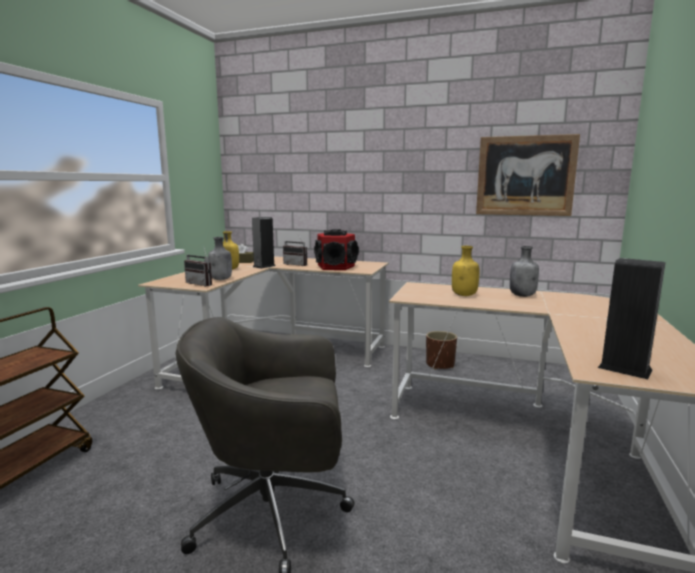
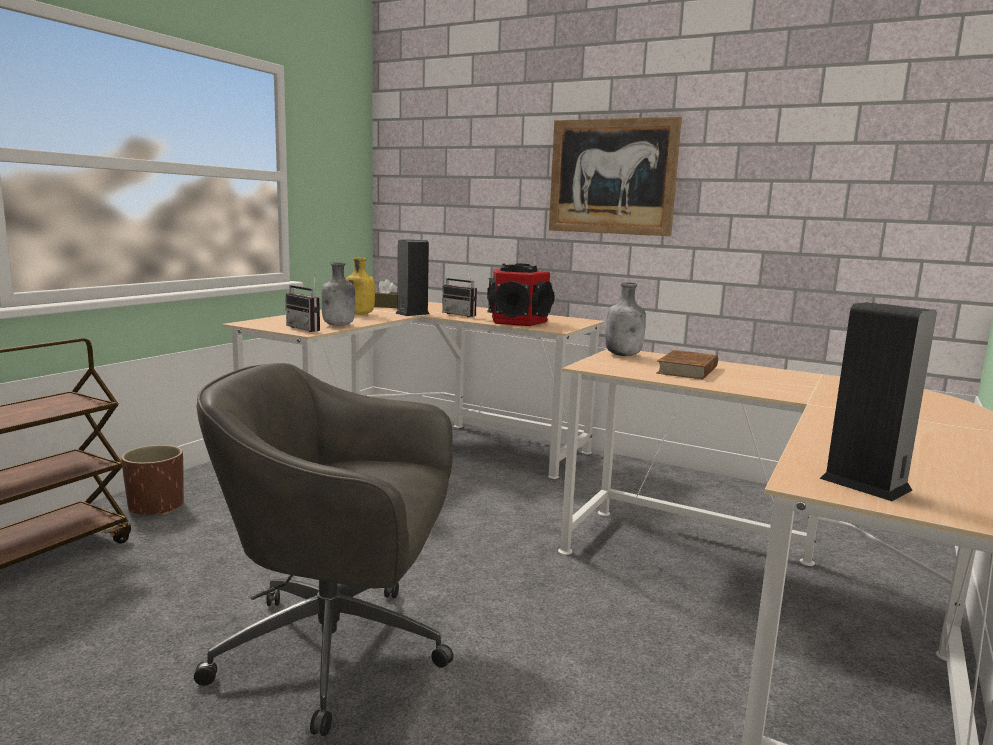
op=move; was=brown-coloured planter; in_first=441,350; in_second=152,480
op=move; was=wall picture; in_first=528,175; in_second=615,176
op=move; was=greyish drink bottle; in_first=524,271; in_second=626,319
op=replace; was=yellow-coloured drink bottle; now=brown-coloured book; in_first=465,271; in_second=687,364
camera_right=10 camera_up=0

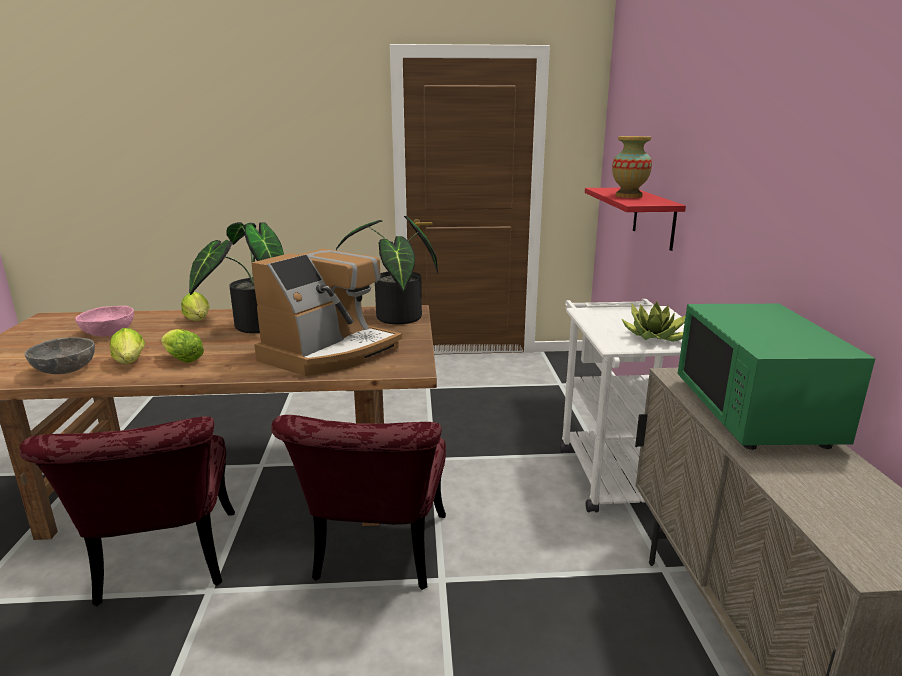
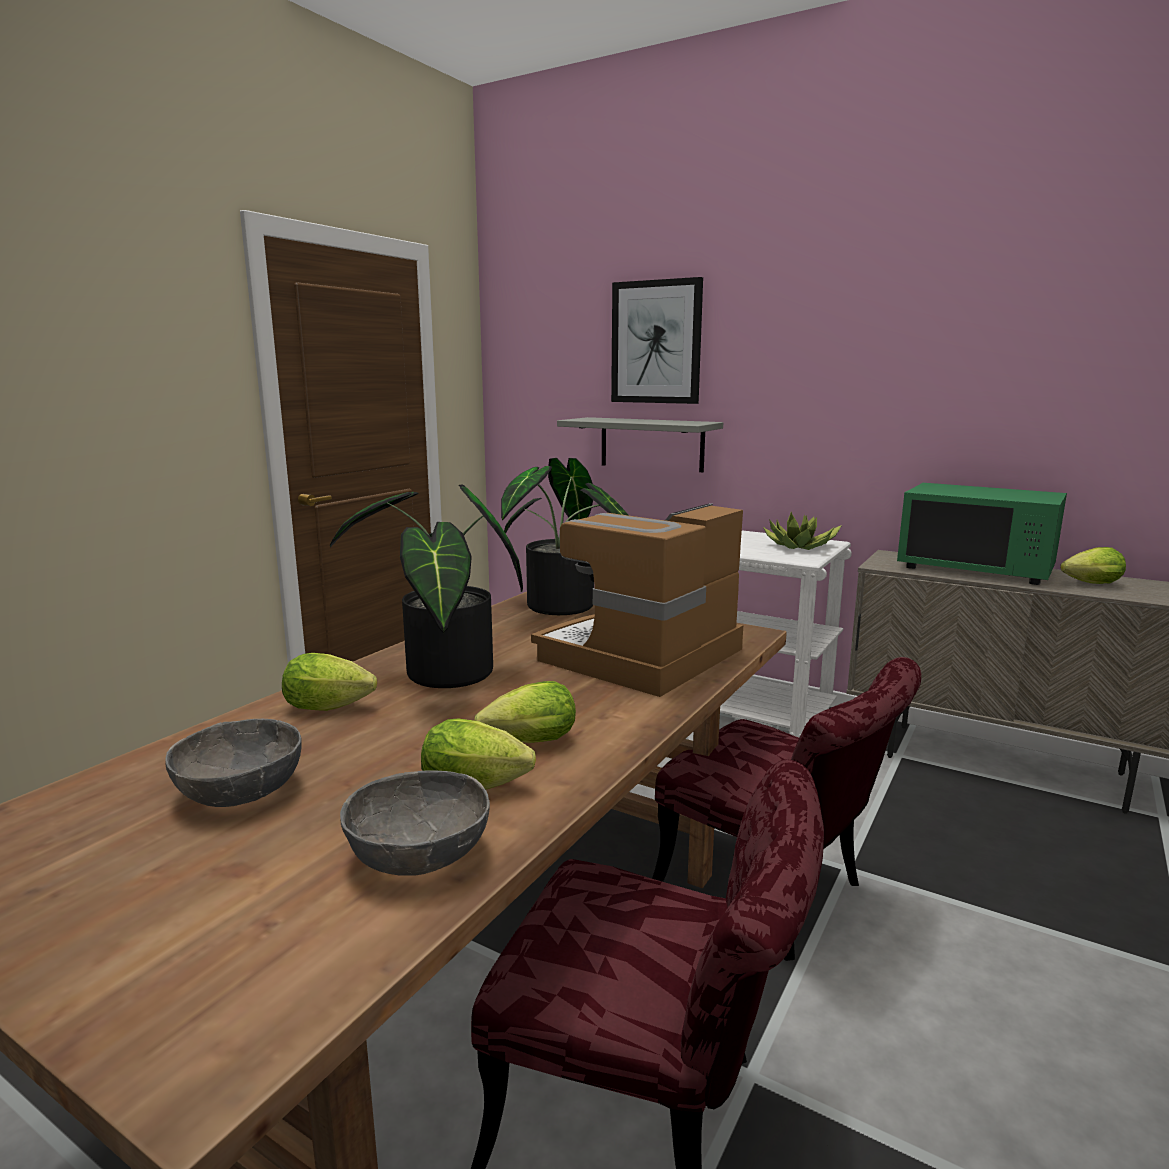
op=recolor; was=pinkish bowl; now=greyish bowl; in_first=104,321; in_second=233,763
op=rotate; was=coffee brewer; in_first=327,312; in_second=637,600; clockwise=-120
op=recolor; was=red shelf; now=greyish shelf; in_first=635,219; in_second=640,444
op=insert; now=wall picture; in_second=657,340
op=insert; now=lettuce; in_second=1093,565
op=delete; was=decorative vase; in_first=632,167
camera_right=-55 camera_up=-5

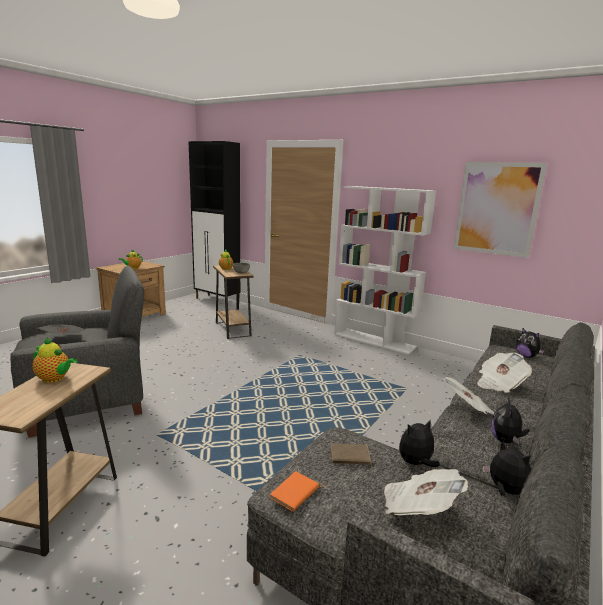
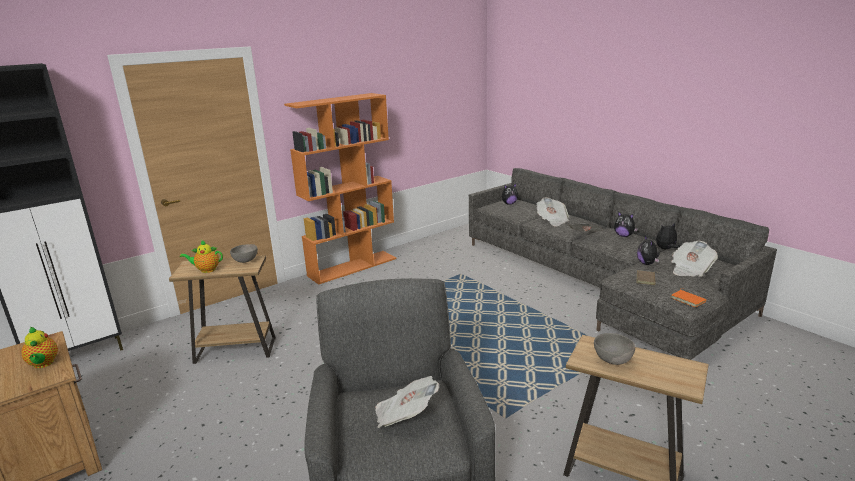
op=recolor; was=whitish bookcase; now=orangey bookcase; in_first=385,270; in_second=340,189
op=replace; was=tea pot; now=greyish bowl; in_first=54,360; in_second=614,349
op=delete; was=wall picture; in_first=500,210
camera_right=-70 camera_up=5

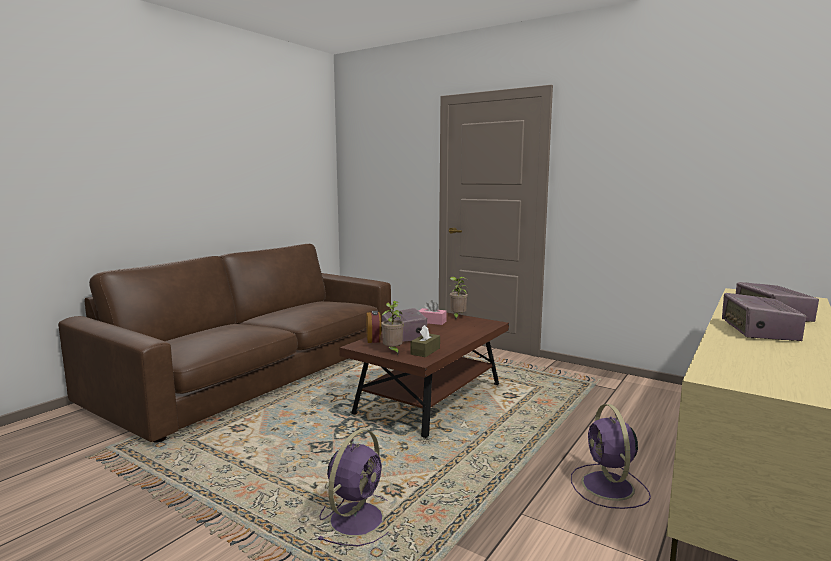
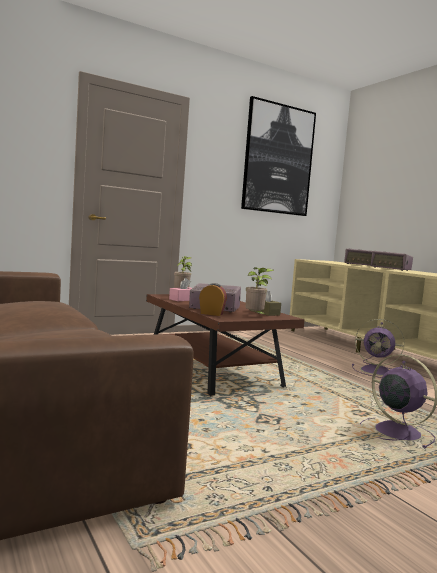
op=insert; now=wall picture; in_second=278,156
camera_right=-65 camera_up=-5

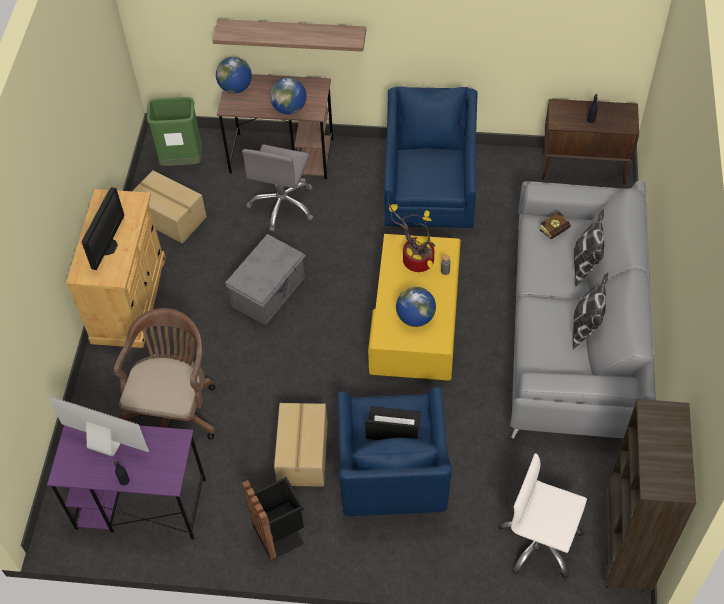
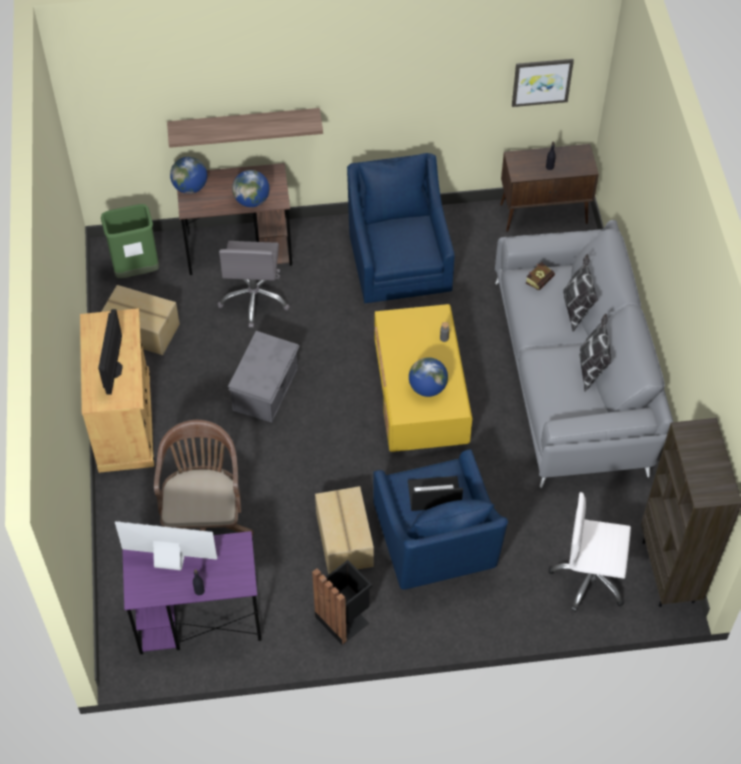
op=insert; now=wall picture; in_second=543,83
op=delete; was=plant in a pot; in_first=412,233
camera_right=-15 camera_up=0

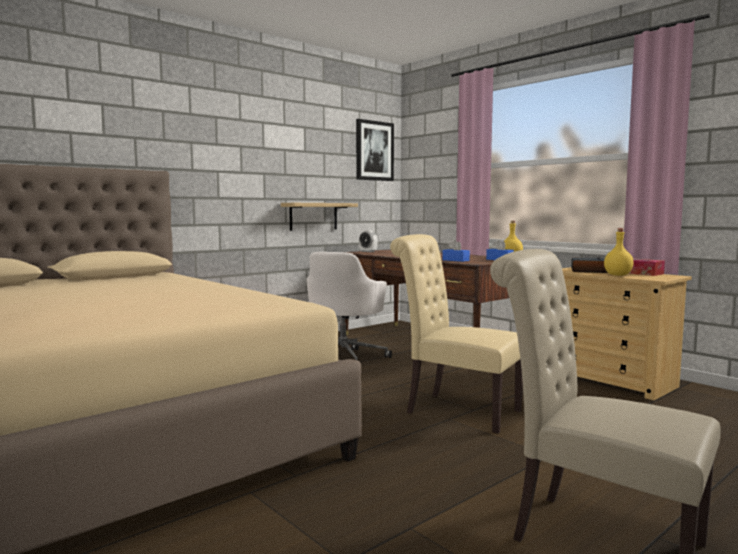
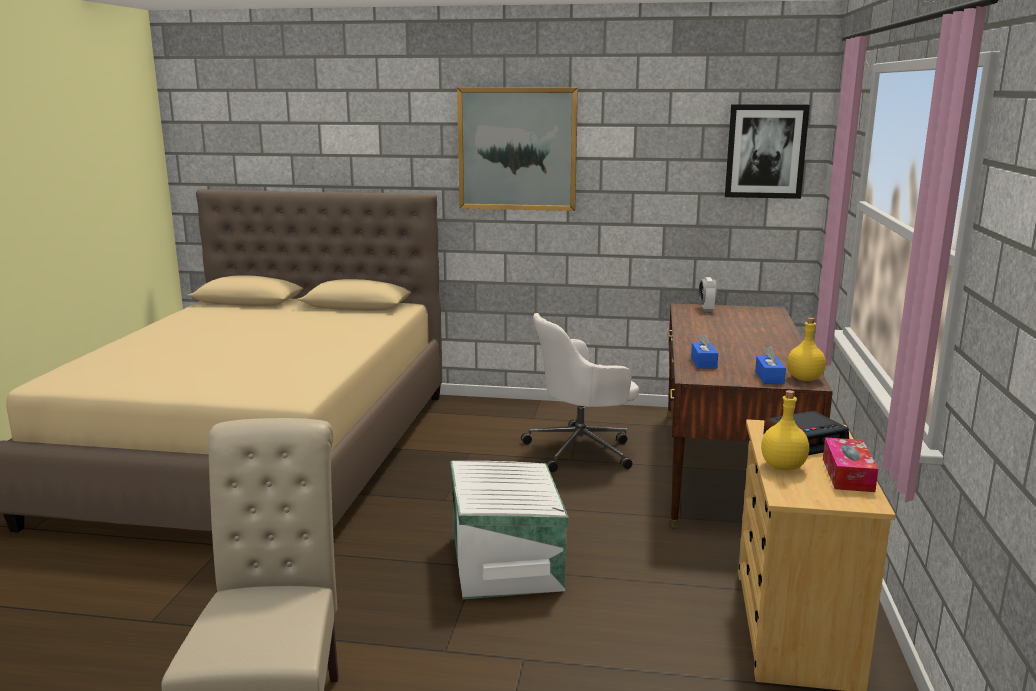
op=replace; was=beige chair; now=whitish storage container; in_first=456,334; in_second=510,530
op=insert; now=wall picture; in_second=517,149
op=delete; was=shelf; in_first=319,217
camera_right=50 camera_up=10

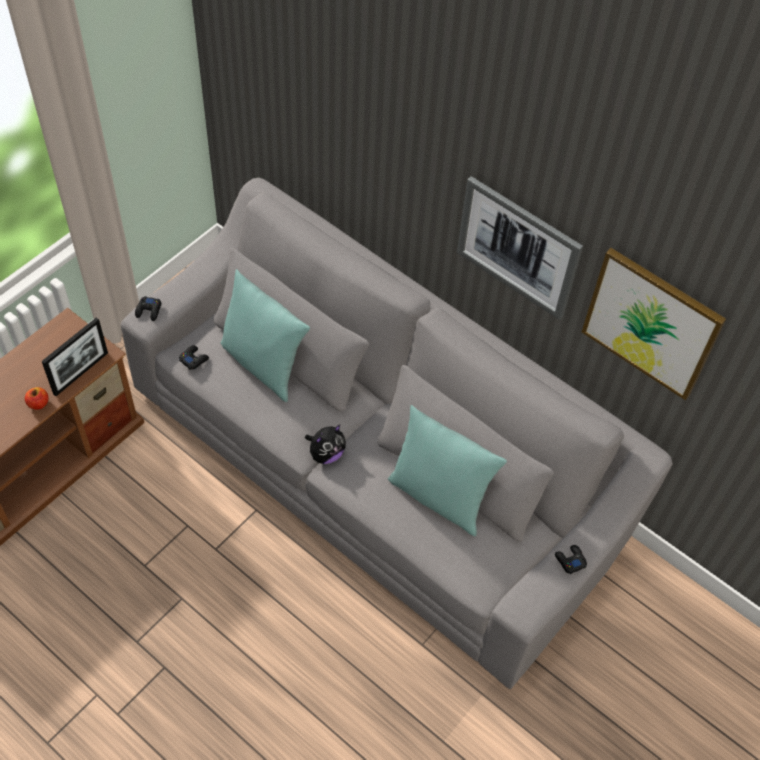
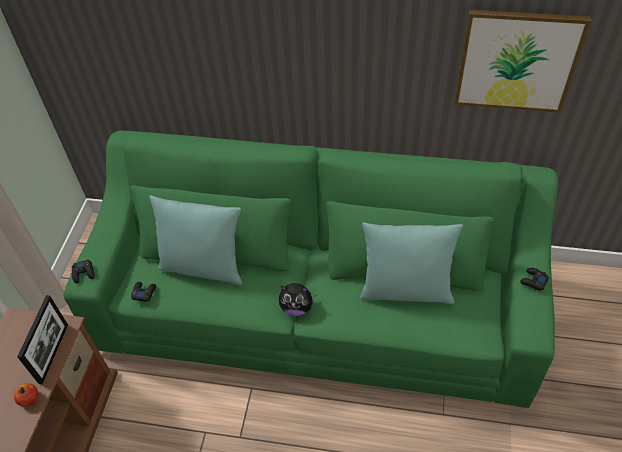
op=recolor; was=greyish settee; now=greenish settee; in_first=397,433; in_second=310,269
op=rotate; was=plush toy; in_first=325,444; in_second=298,299; clockwise=75
op=delete; was=wall picture; in_first=520,248
camera_right=-25 camera_up=-5

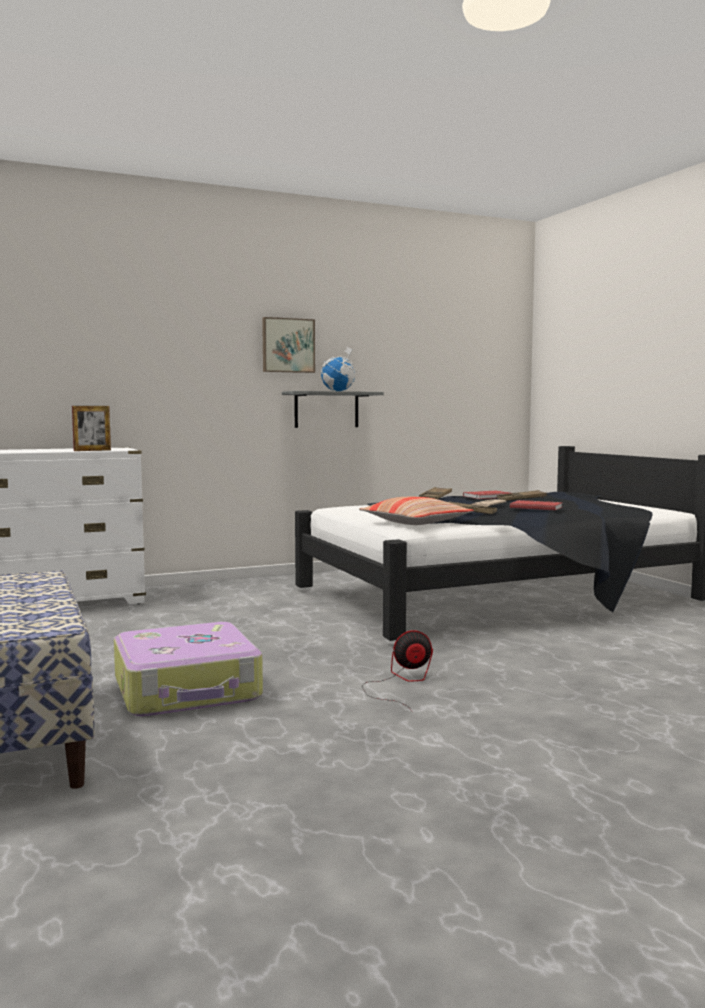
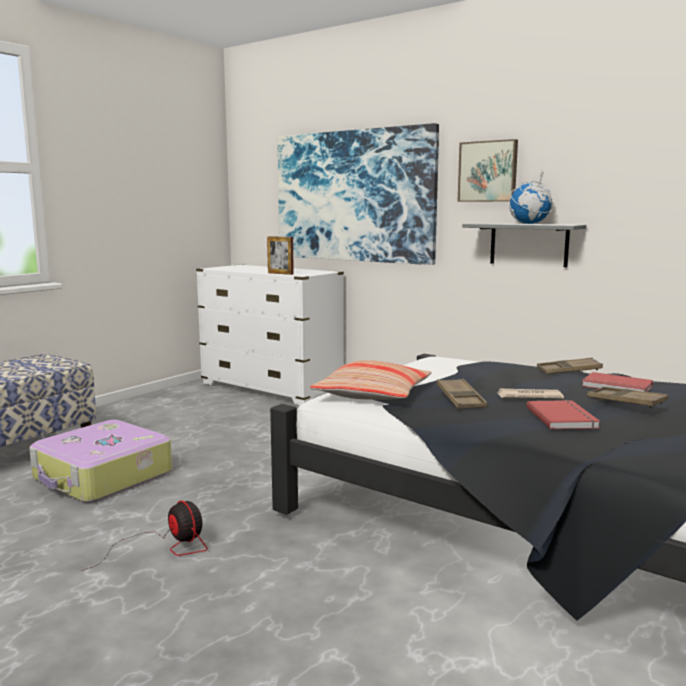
op=insert; now=wall picture; in_second=358,194
camera_right=60 camera_up=5

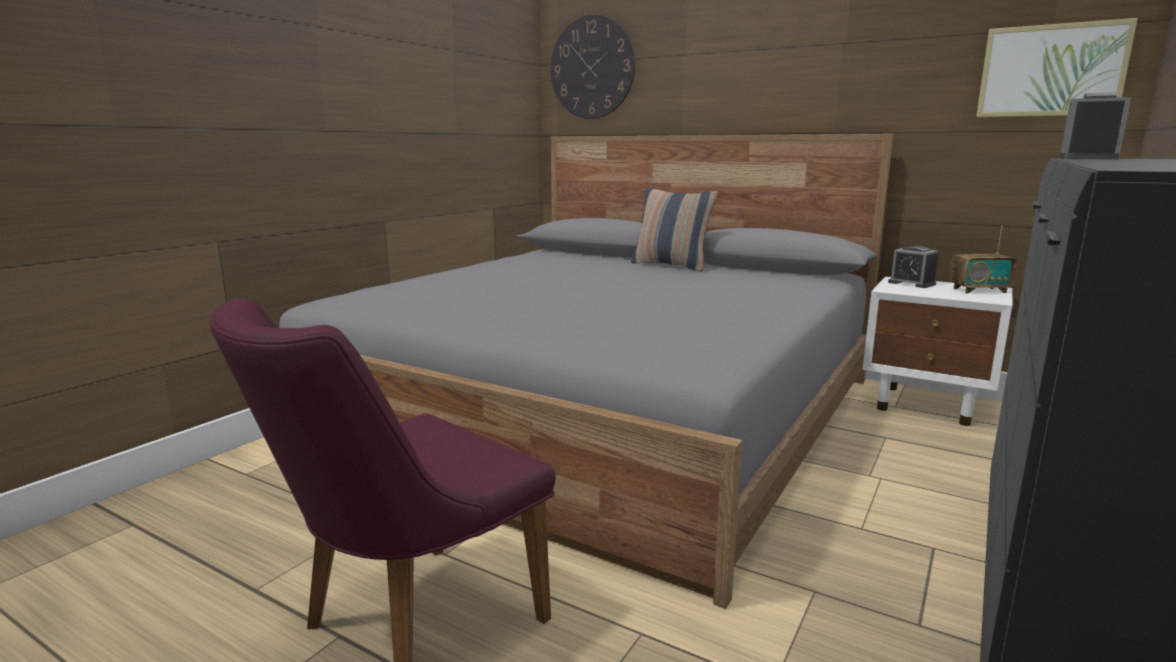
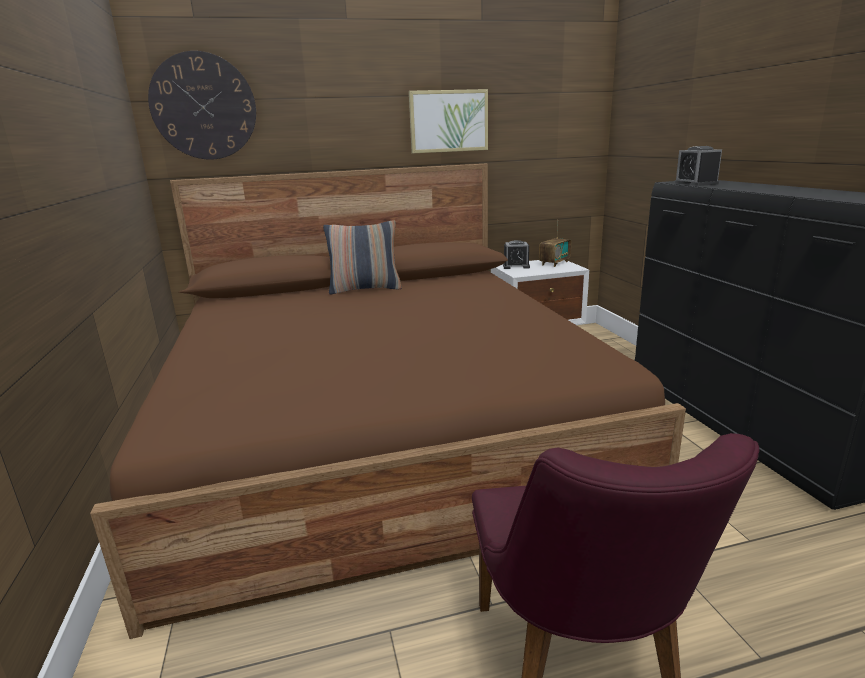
op=recolor; was=greyish sleeping bed; now=brown-coloured sleeping bed; in_first=586,371; in_second=388,401
op=move; was=wall picture; in_first=1057,67; in_second=448,121
camera_right=-45 camera_up=5

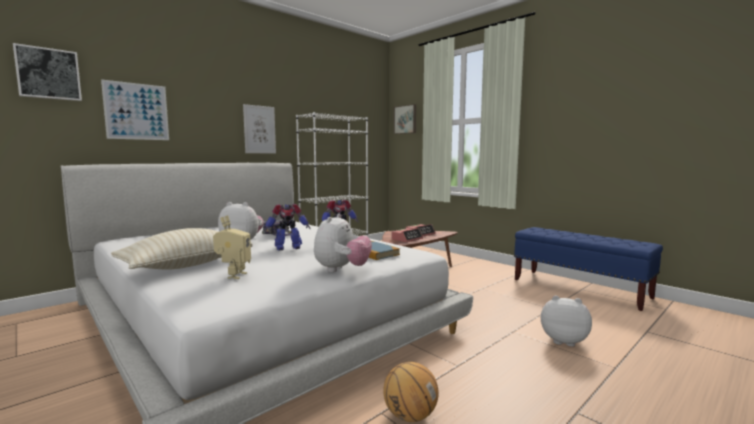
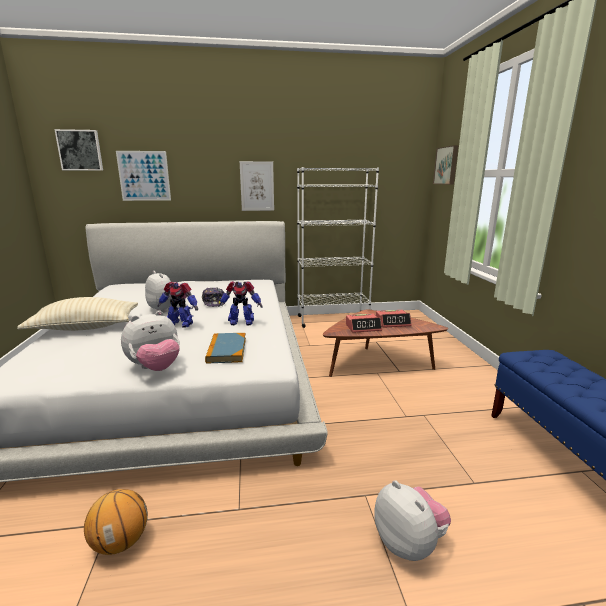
op=delete; was=robot figure; in_first=232,247
camera_right=35 camera_up=10

